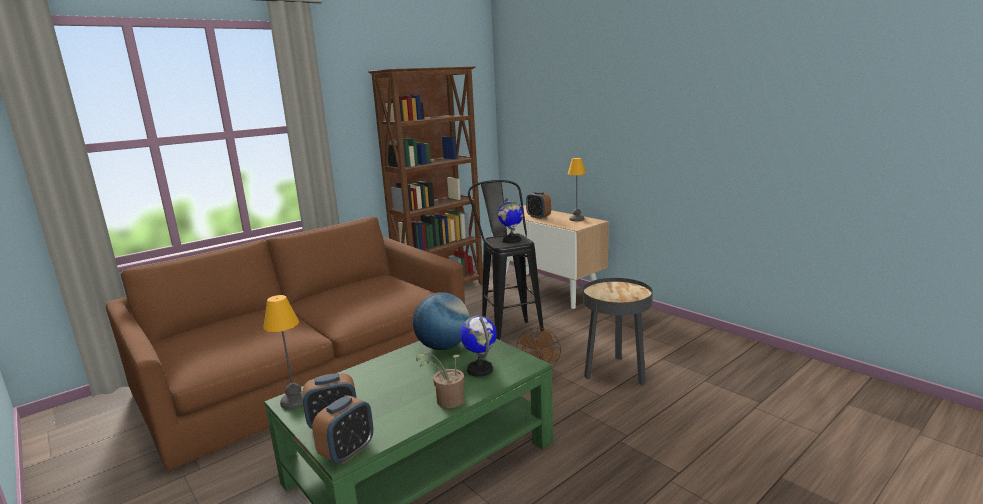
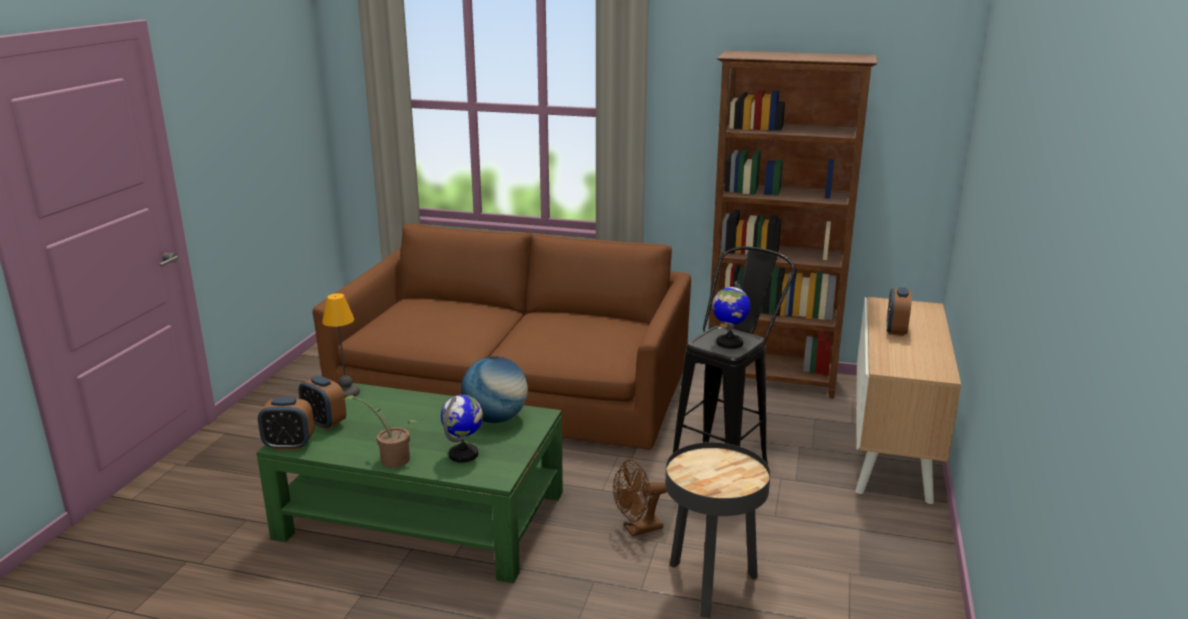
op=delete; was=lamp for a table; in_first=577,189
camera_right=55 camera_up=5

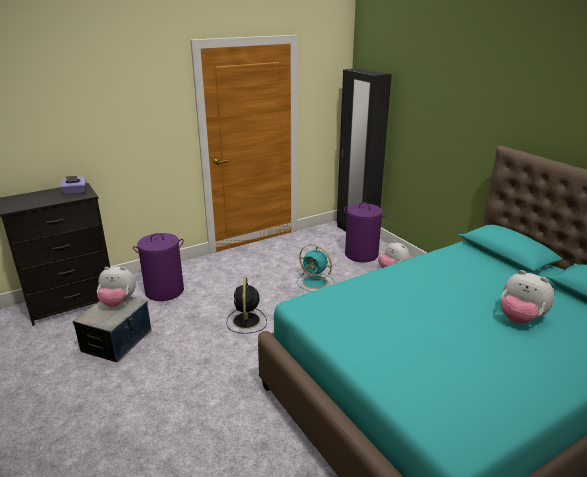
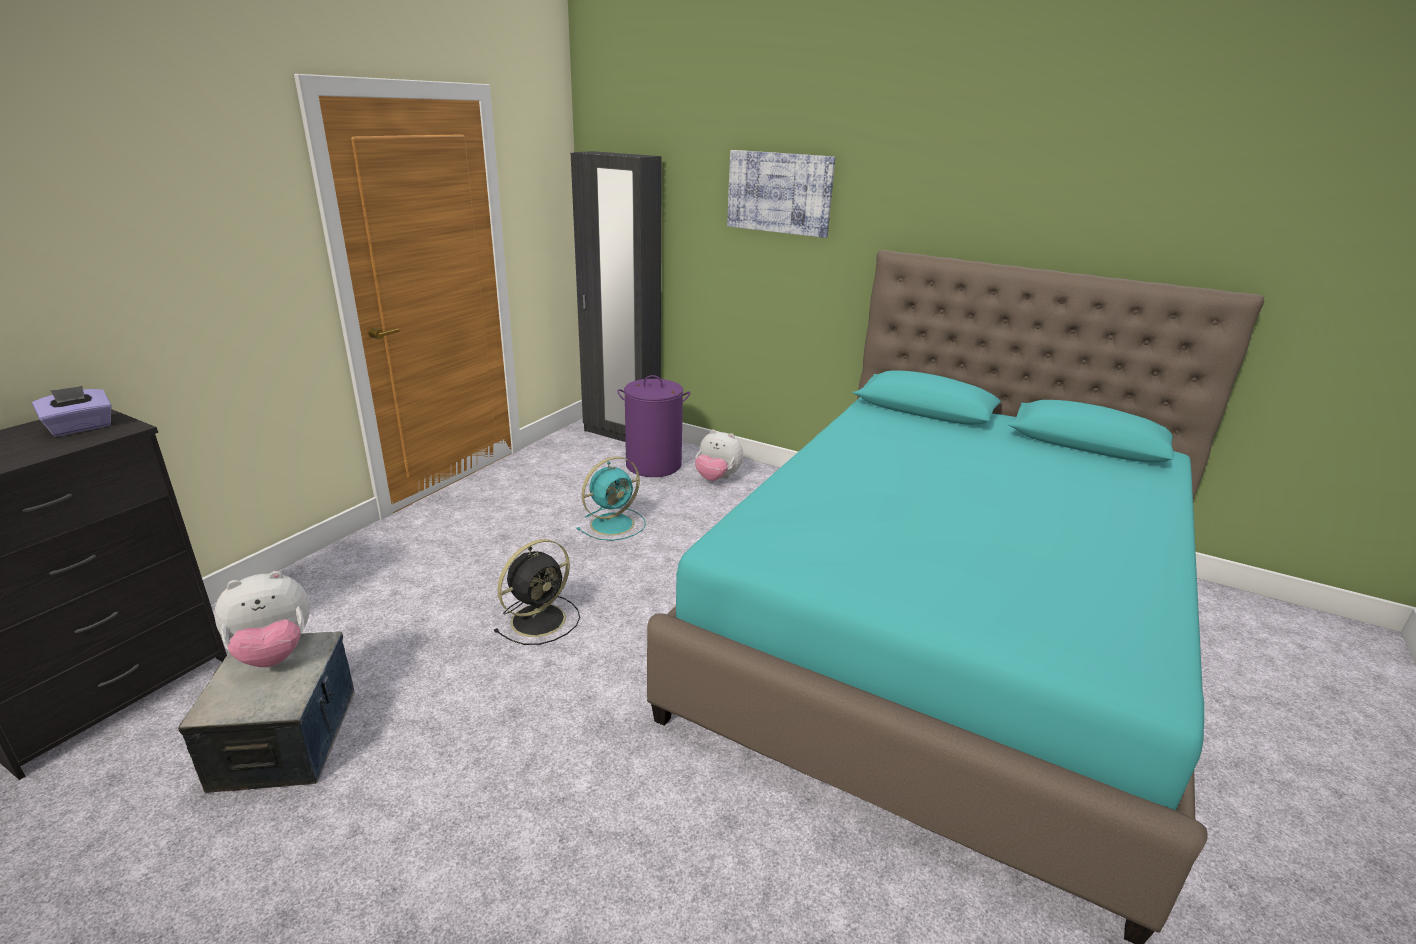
op=rotate; was=black-coloured electric fan; in_first=246,305; in_second=536,592; clockwise=-105
op=rotate; was=turquoise-coloured electric fan; in_first=315,268; in_second=611,498; clockwise=-45
op=insert; now=wall picture; in_second=781,194
op=delete; was=purplish washing basket; in_first=158,267
op=delete; was=plush toy; in_first=527,297
camera_right=-30 camera_up=0

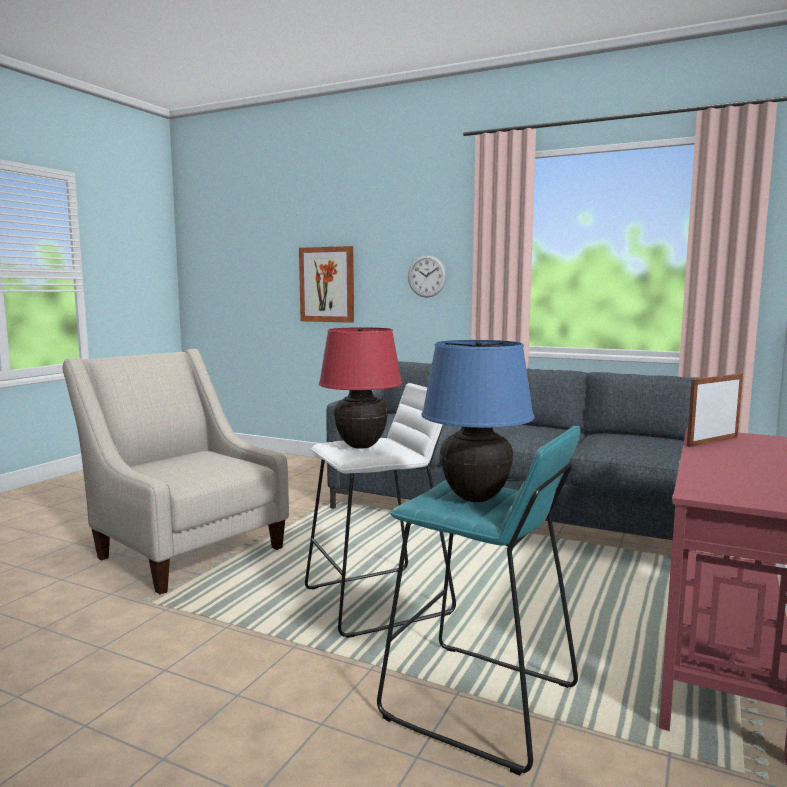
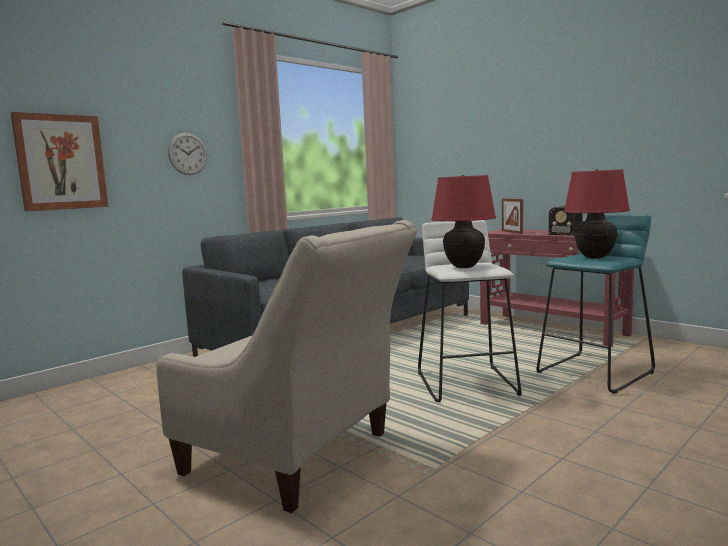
op=rotate; was=beige armchair; in_first=176,471; in_second=286,366; clockwise=-120
op=insert; now=radio; in_second=560,221
op=recolor; was=bluish lamp for a table; now=red lamp for a table; in_first=478,421; in_second=597,214
camera_right=-70 camera_up=0

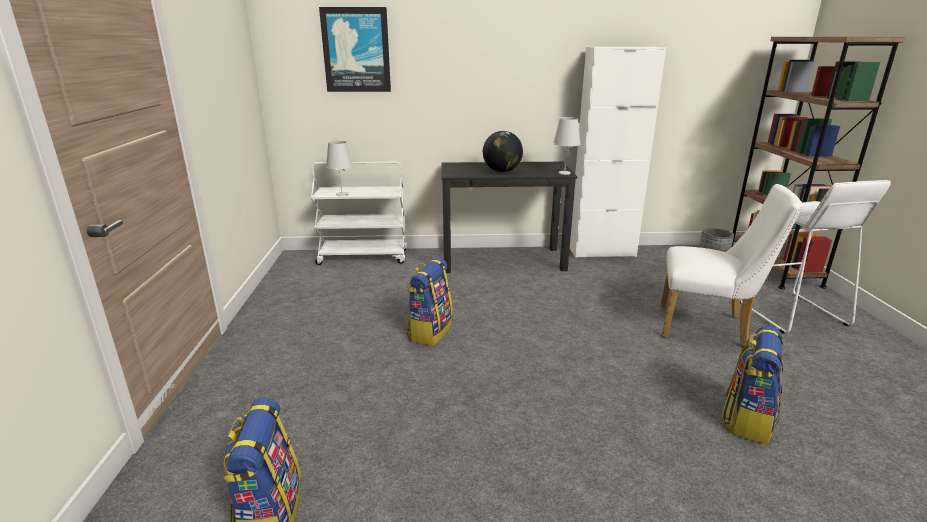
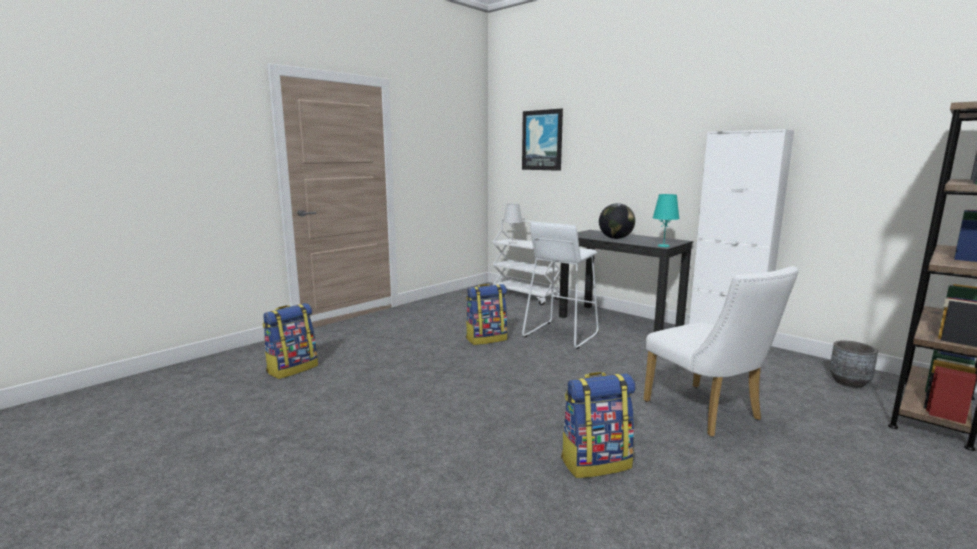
op=move; was=whitish stool seat; in_first=815,256; in_second=560,285
op=recolor; was=whitish lamp for a table; now=turquoise-coloured lamp for a table; in_first=567,146; in_second=666,220
camera_right=45 camera_up=-10

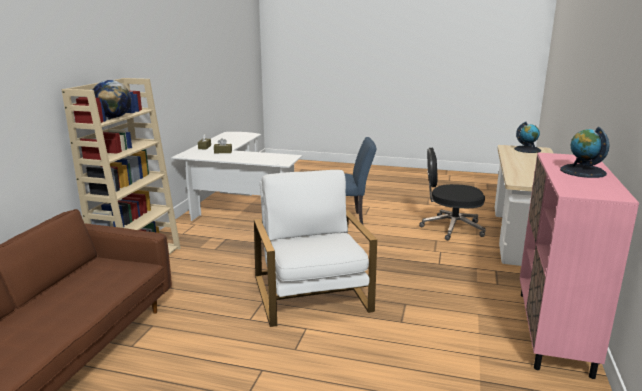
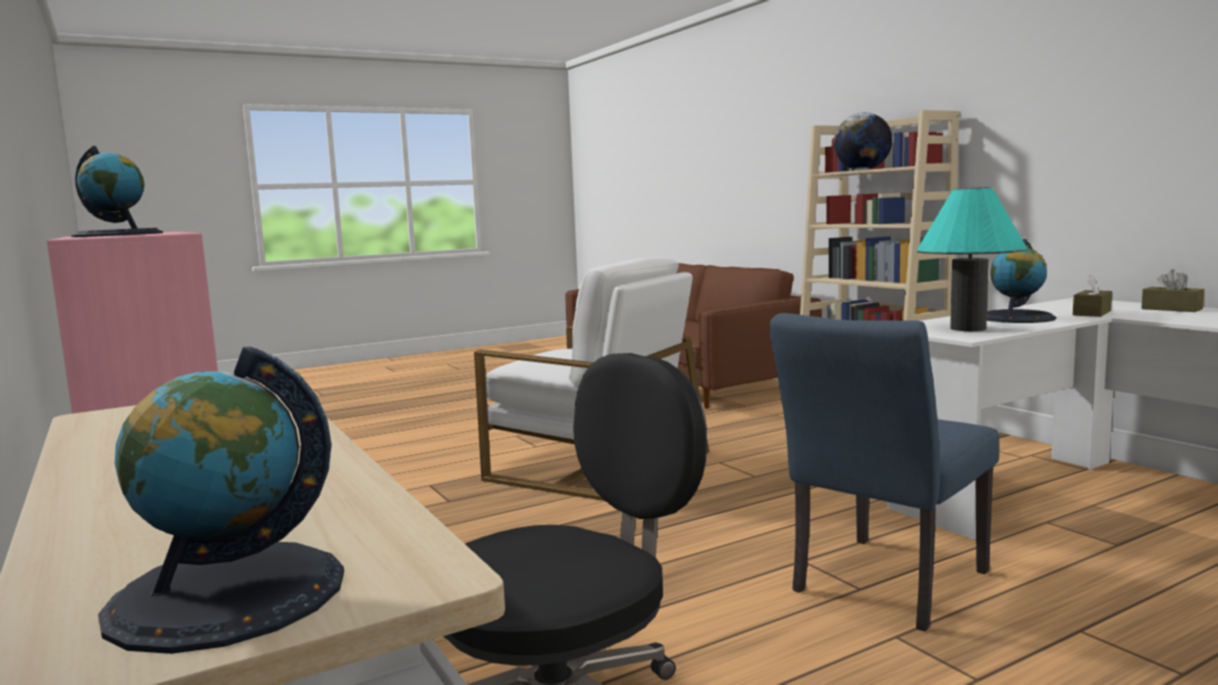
op=insert; now=turquoise-coloured lamp for a table; in_second=972,259
op=insert; now=world globe; in_second=1021,281
camera_right=135 camera_up=-10

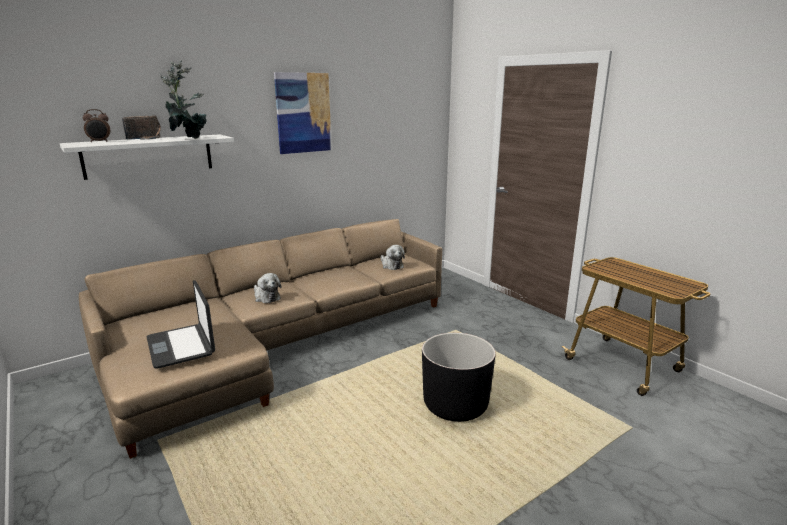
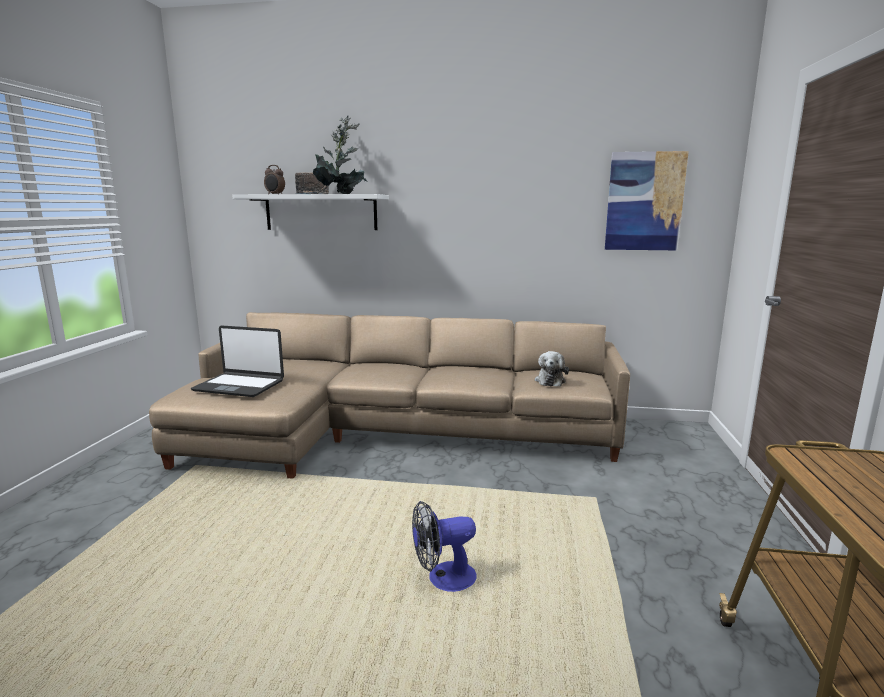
op=rotate; was=laptop; in_first=181,324; in_second=237,361; clockwise=-90
op=replace; was=black-coloured planter; now=electric fan; in_first=459,377; in_second=444,546
op=move; was=wall picture; in_first=303,113; in_second=647,200
op=delete; was=plush toy; in_first=267,288
camera_right=45 camera_up=-5

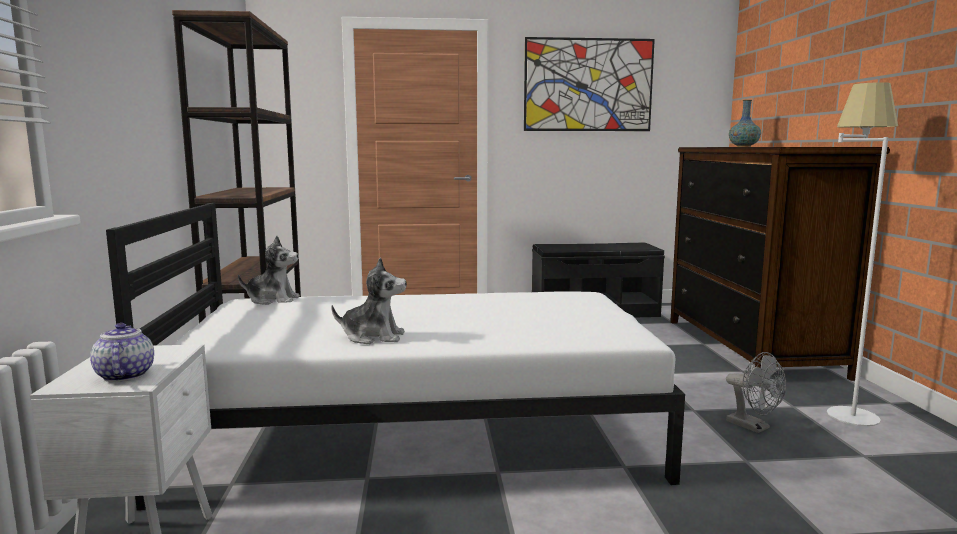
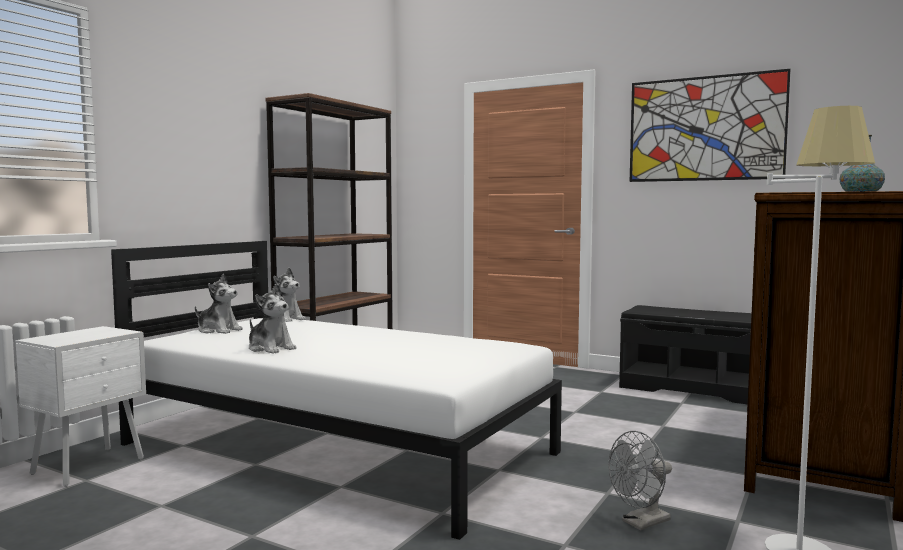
op=insert; now=plush toy; in_second=219,304
op=rotate; was=greyish electric fan; in_first=756,392; in_second=640,480; clockwise=60
op=delete; was=tea pot; in_first=122,352
camera_right=35 camera_up=-5

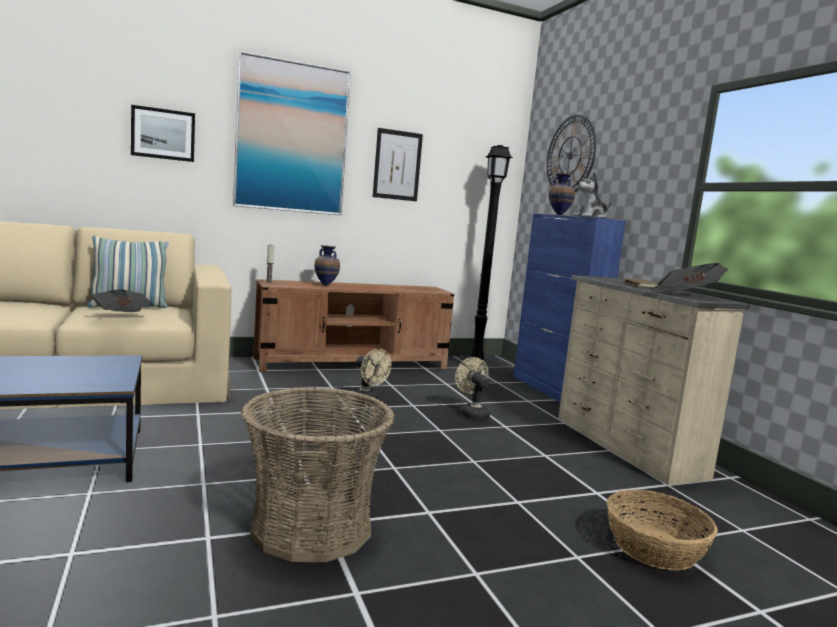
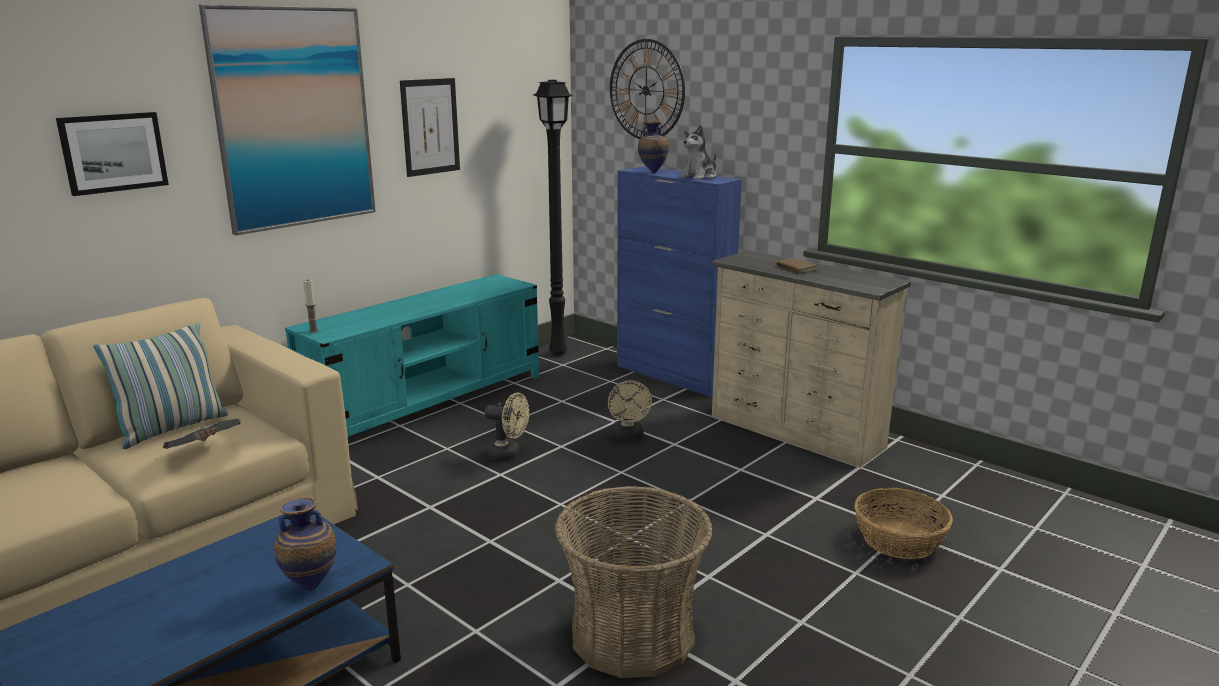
op=move; was=decorative vase; in_first=327,265; in_second=305,544
op=recolor; was=brown-coloured tv unit; now=turquoise-coloured tv unit; in_first=353,325; in_second=412,355
op=rotate; was=beige electric fan; in_first=472,388; in_second=630,410; clockwise=-135
op=delete; was=printed paper; in_first=691,277
camera_right=-25 camera_up=10

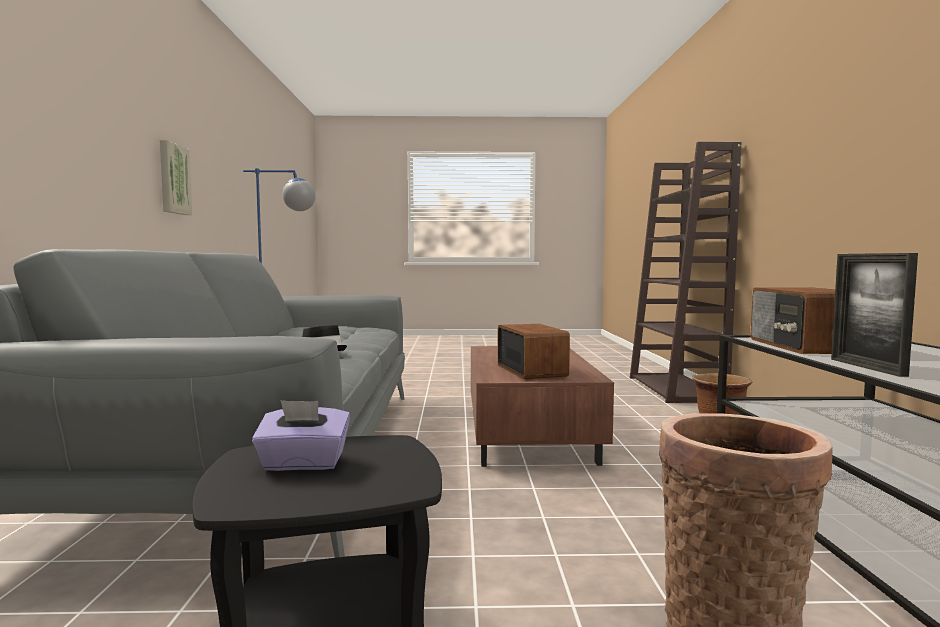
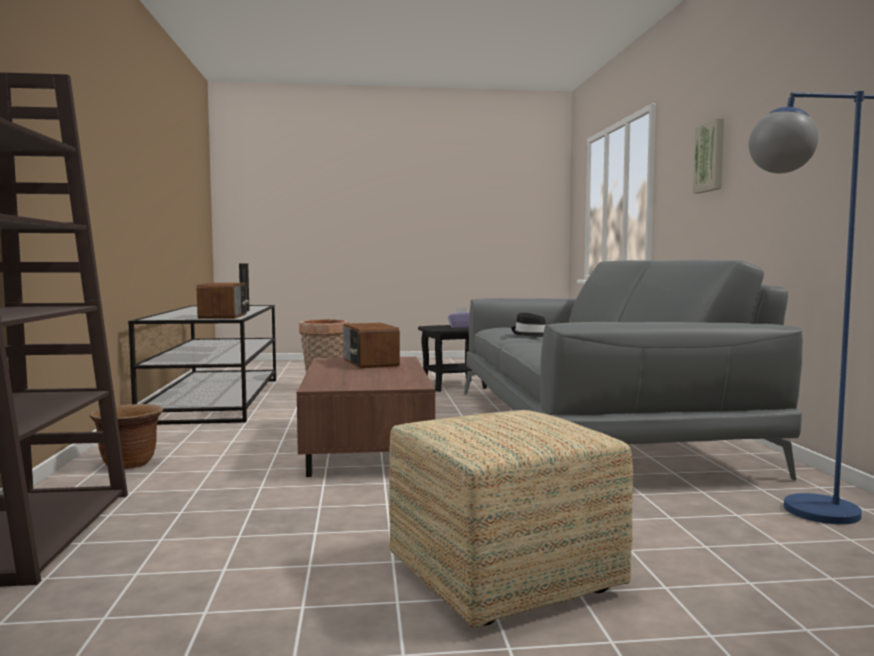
op=insert; now=pouffe; in_second=511,519
op=move; was=wall picture; in_first=176,177; in_second=708,156
camera_right=175 camera_up=0

